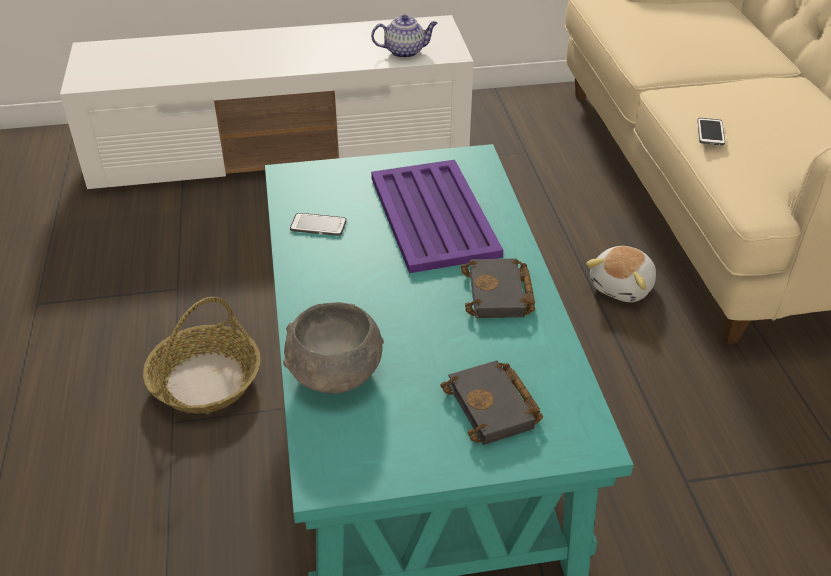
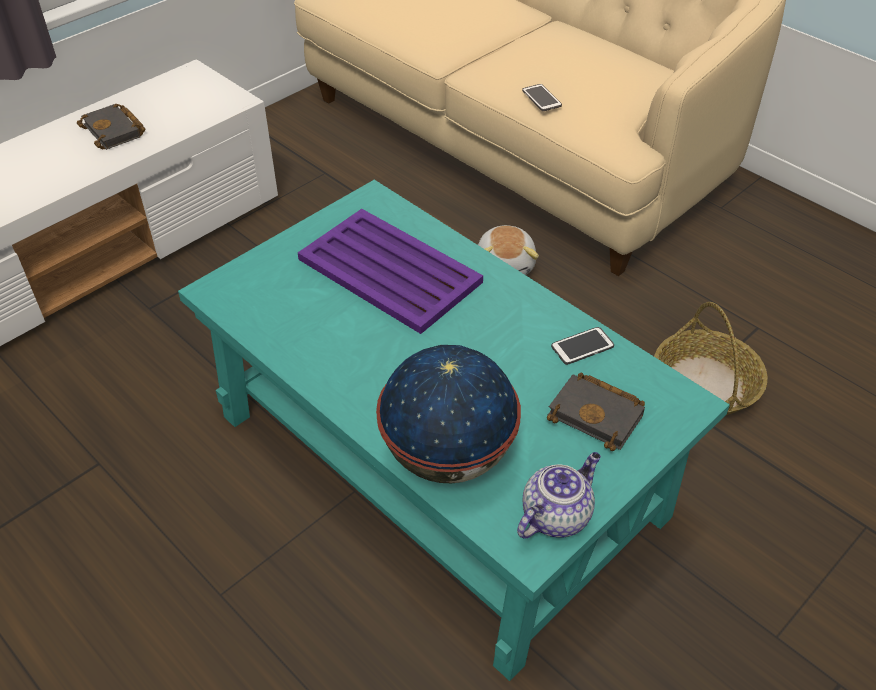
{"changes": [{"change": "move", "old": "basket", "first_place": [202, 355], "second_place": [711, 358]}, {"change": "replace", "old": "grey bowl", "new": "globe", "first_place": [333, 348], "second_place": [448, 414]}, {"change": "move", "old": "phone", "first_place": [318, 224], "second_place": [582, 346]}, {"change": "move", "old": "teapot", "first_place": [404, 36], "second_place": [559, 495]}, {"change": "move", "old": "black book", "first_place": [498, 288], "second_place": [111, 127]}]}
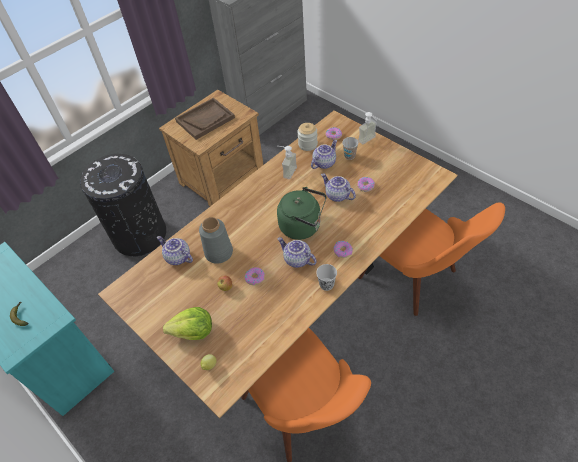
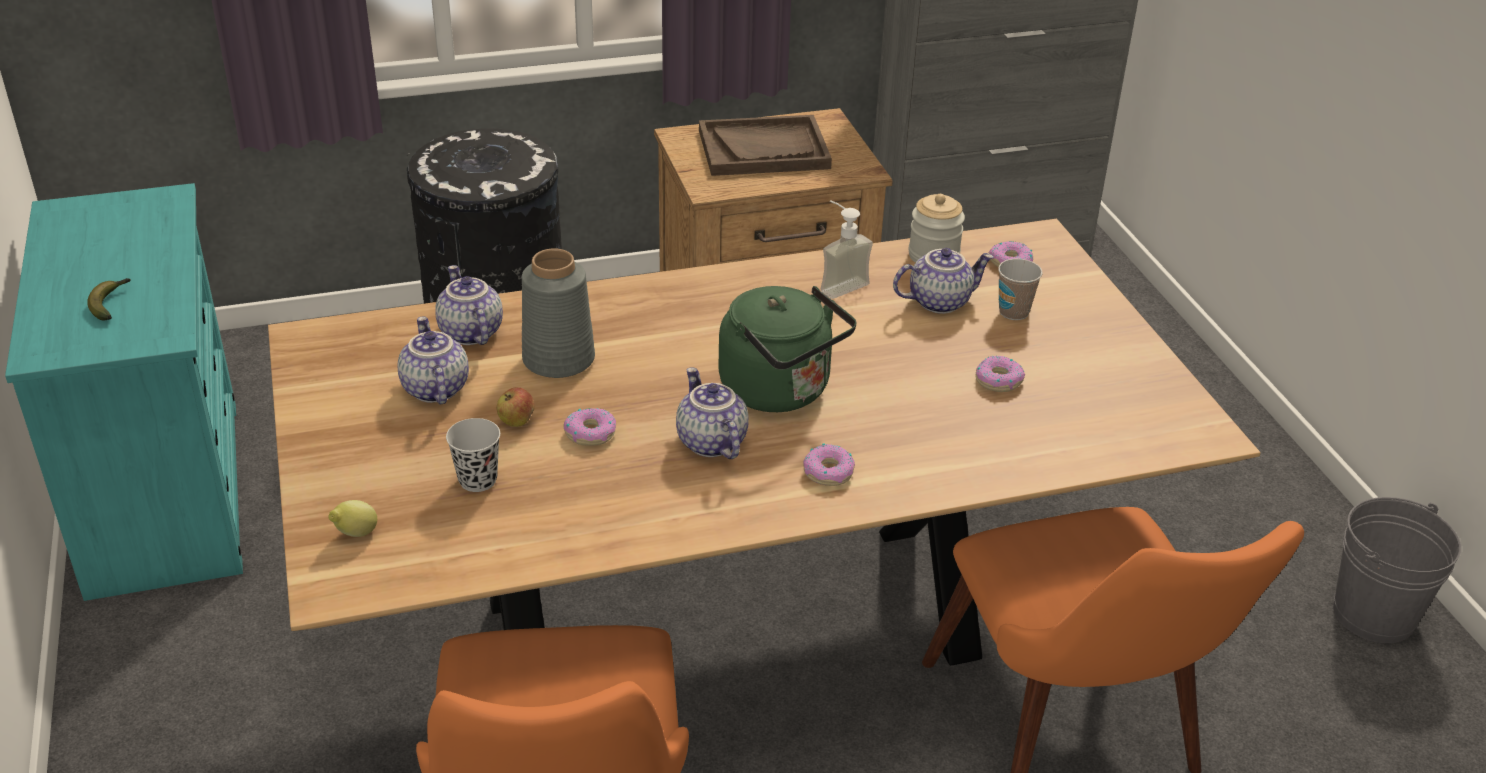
{"changes": [{"change": "delete", "old": "lettuce", "first_place": [187, 323]}, {"change": "move", "old": "black cup", "first_place": [326, 277], "second_place": [473, 455]}, {"change": "move", "old": "teapot", "first_place": [338, 188], "second_place": [433, 360]}, {"change": "delete", "old": "soap dispenser", "first_place": [367, 128]}, {"change": "insert", "new": "grey bucket", "second_place": [1397, 570]}]}
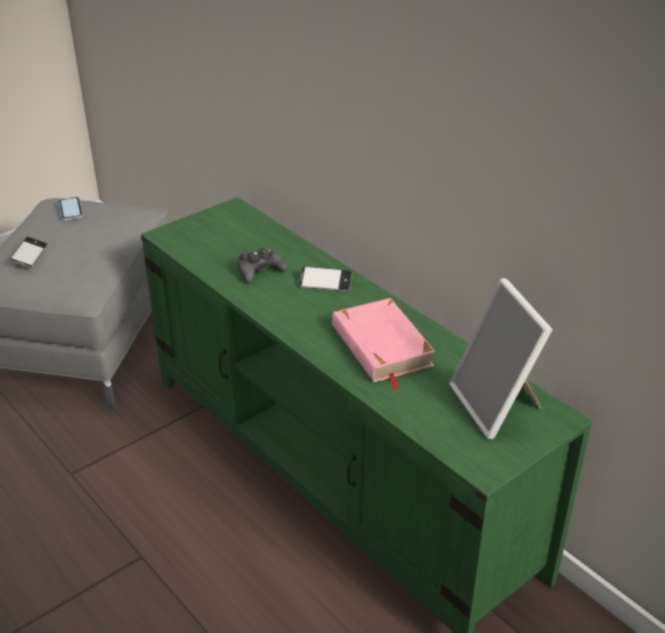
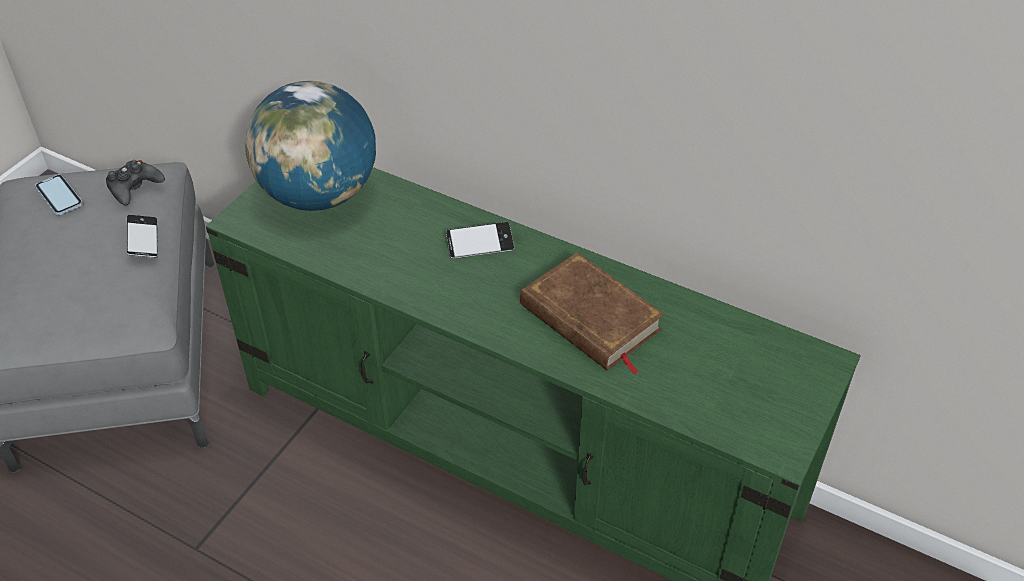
{"changes": [{"change": "move", "old": "phone", "first_place": [28, 252], "second_place": [142, 236]}, {"change": "move", "old": "black game controller", "first_place": [262, 265], "second_place": [135, 182]}, {"change": "recolor", "old": "pink book", "new": "brown book", "first_place": [383, 344], "second_place": [592, 313]}, {"change": "delete", "old": "picture frame", "first_place": [501, 358]}, {"change": "insert", "new": "globe", "second_place": [310, 146]}]}
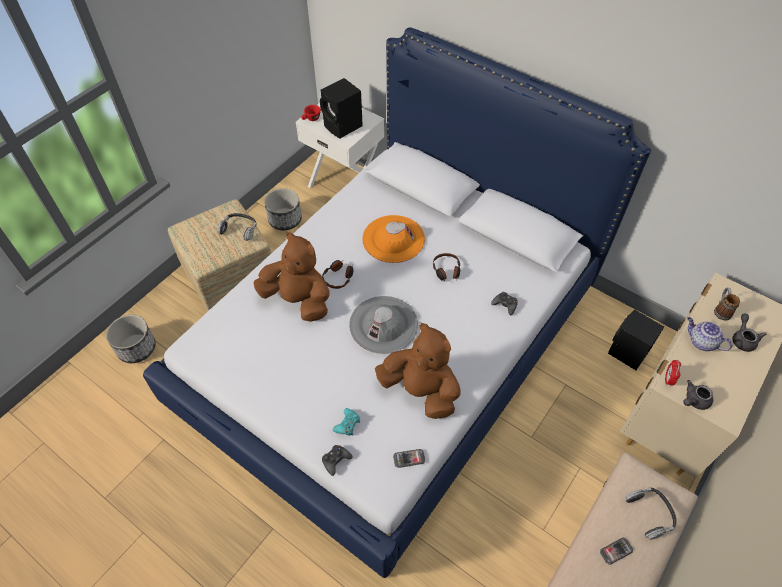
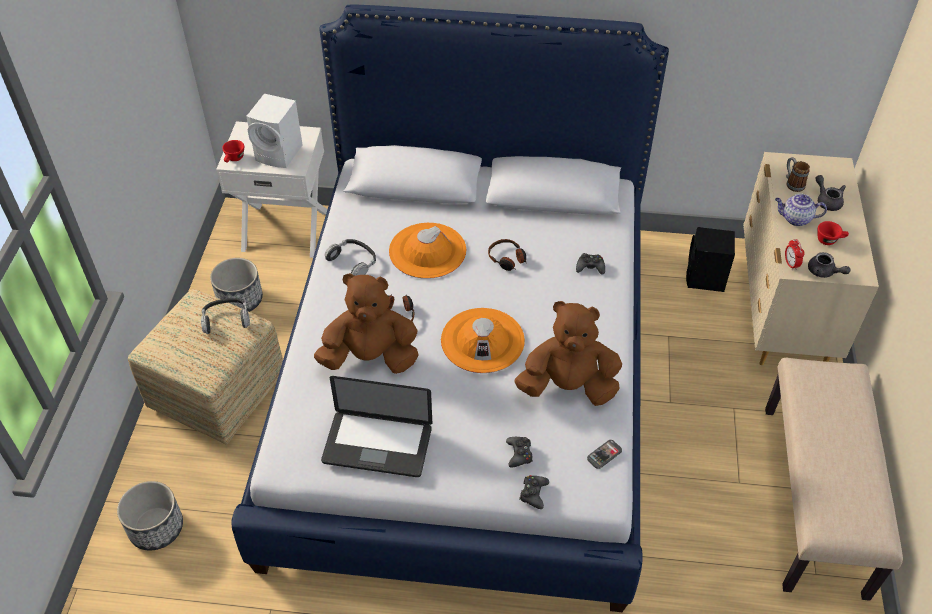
{"changes": [{"change": "recolor", "old": "black speaker", "new": "white speaker", "first_place": [341, 108], "second_place": [274, 130]}, {"change": "recolor", "old": "turquoise game controller", "new": "black game controller", "first_place": [347, 422], "second_place": [519, 452]}, {"change": "recolor", "old": "grey hat", "new": "orange hat", "first_place": [383, 325], "second_place": [483, 340]}, {"change": "delete", "old": "phone", "first_place": [616, 551]}, {"change": "move", "old": "headphones", "first_place": [651, 513], "second_place": [350, 257]}, {"change": "rotate", "old": "grey teapot", "first_place": [698, 395], "second_place": [829, 265], "degrees": -75}, {"change": "insert", "new": "laptop", "second_place": [376, 426]}, {"change": "insert", "new": "red cup", "second_place": [833, 233]}]}
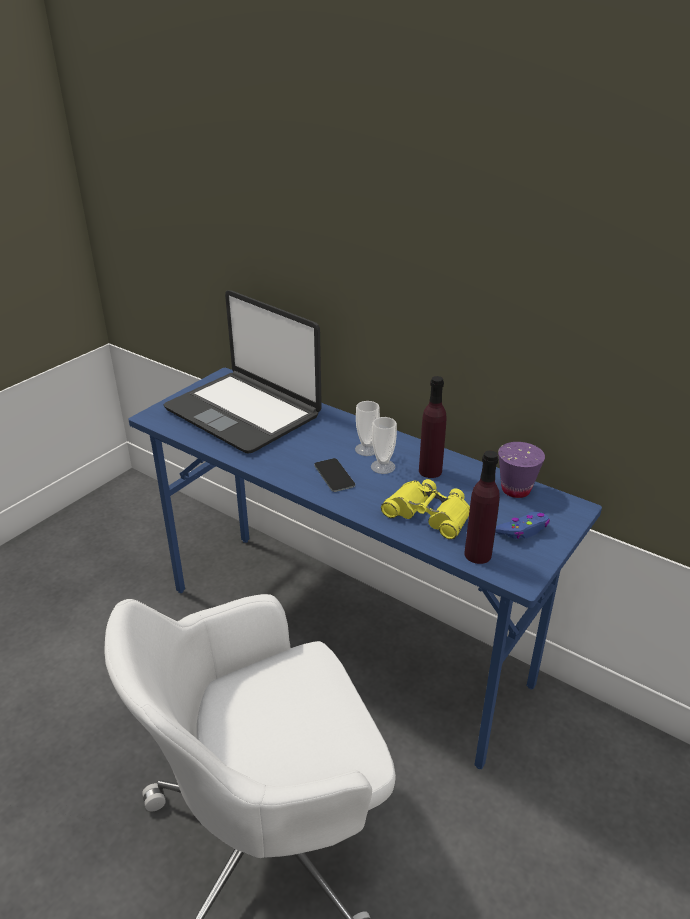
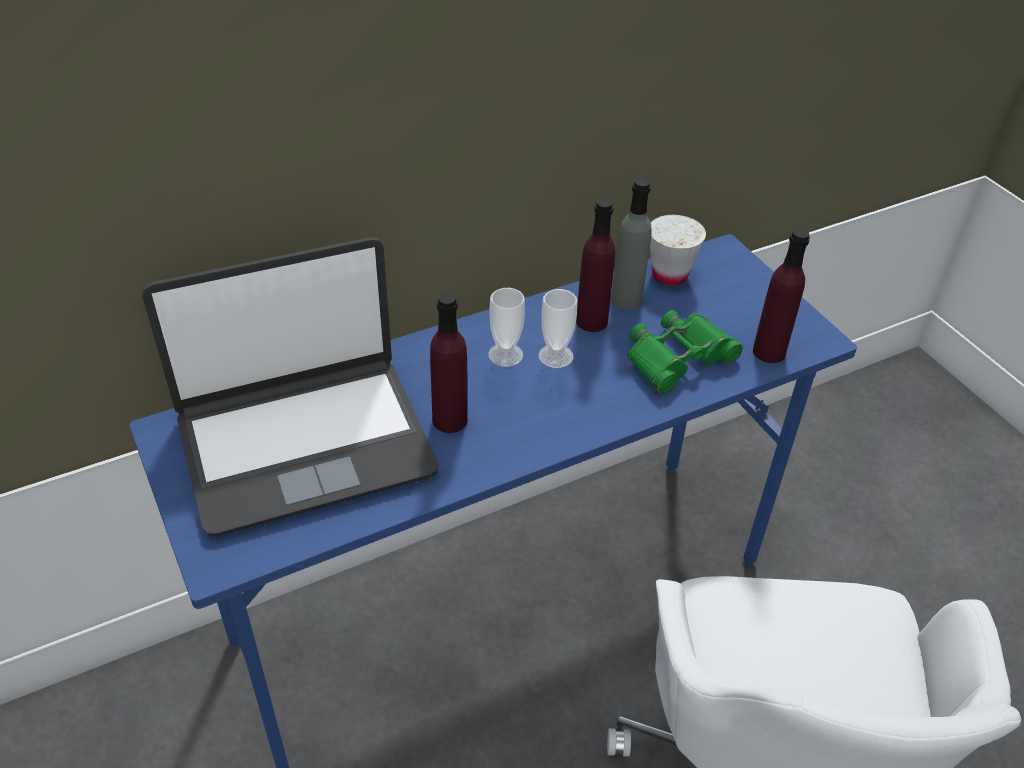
{"changes": [{"change": "delete", "old": "phone", "first_place": [334, 475]}, {"change": "recolor", "old": "yellow binoculars", "new": "green binoculars", "first_place": [425, 509], "second_place": [685, 352]}, {"change": "delete", "old": "blue game controller", "first_place": [522, 525]}, {"change": "recolor", "old": "purple cup", "new": "white cup", "first_place": [521, 470], "second_place": [678, 250]}, {"change": "insert", "new": "purple bottle", "second_place": [449, 362]}, {"change": "insert", "new": "grey bottle", "second_place": [631, 244]}]}
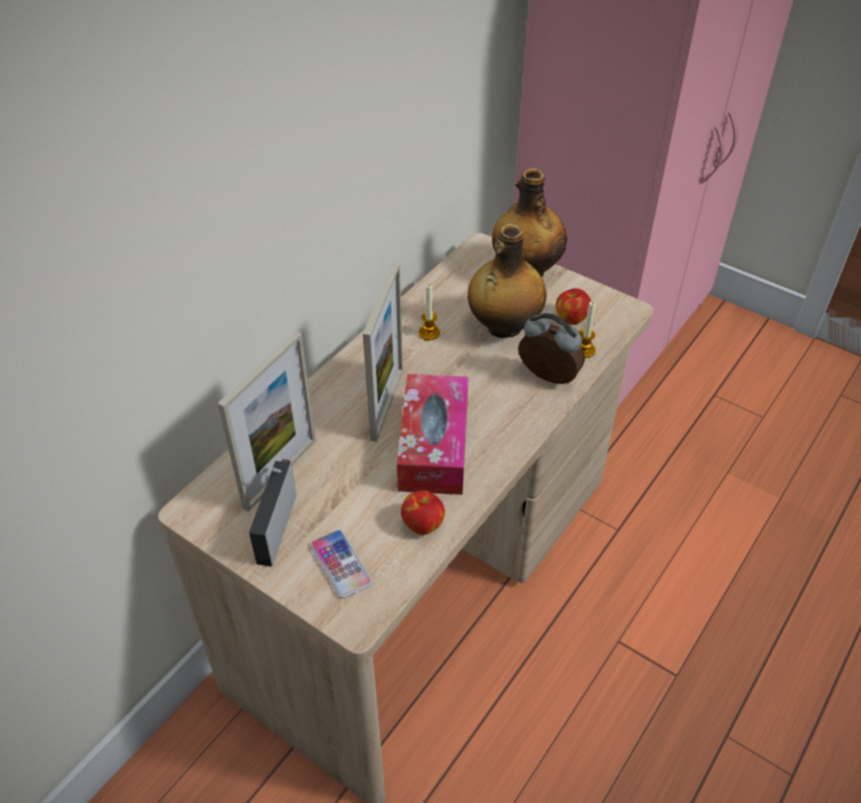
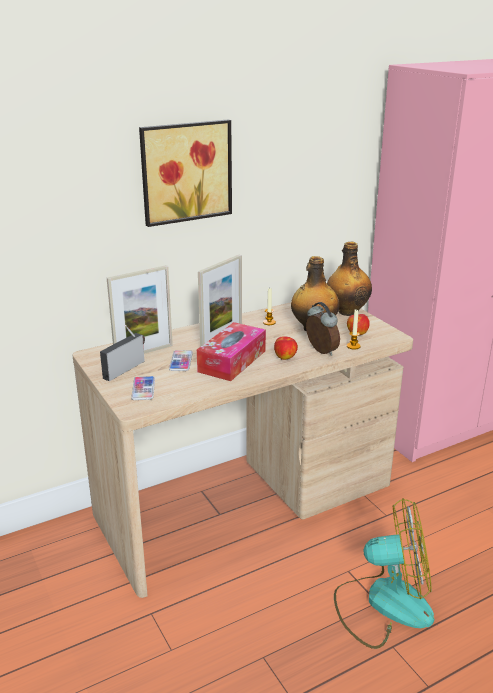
{"changes": [{"change": "move", "old": "apple", "first_place": [423, 512], "second_place": [286, 348]}, {"change": "insert", "new": "picture", "second_place": [185, 173]}, {"change": "insert", "new": "phone", "second_place": [181, 360]}, {"change": "insert", "new": "fan", "second_place": [384, 573]}]}
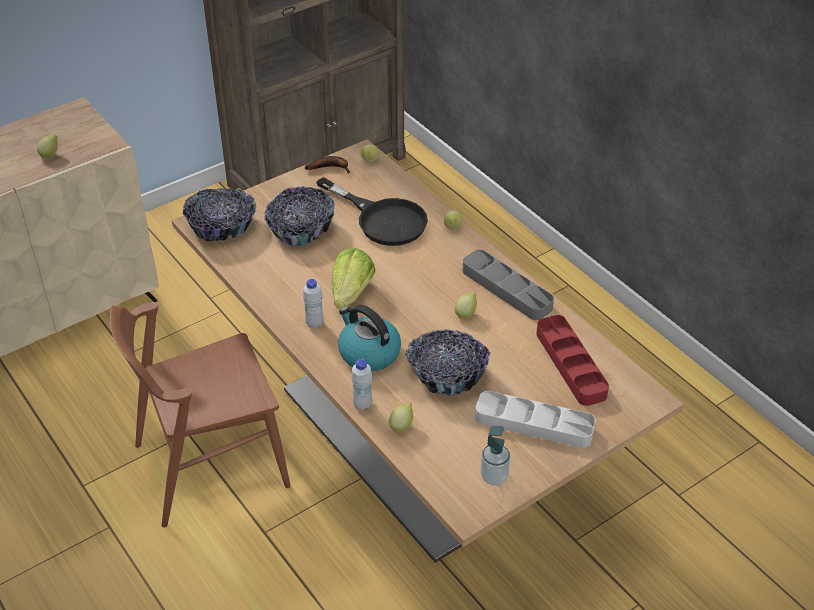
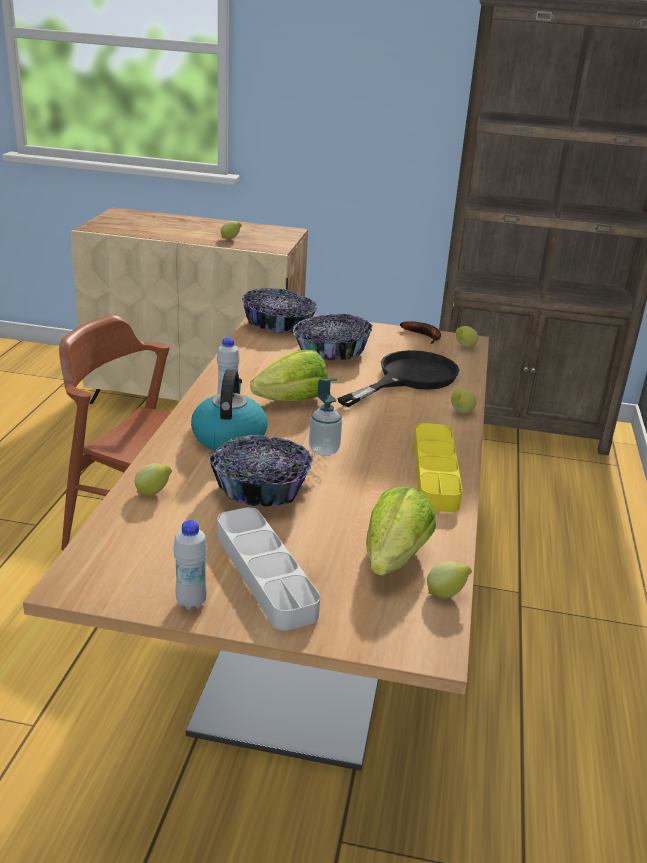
{"changes": [{"change": "rotate", "old": "black frying pan", "first_place": [372, 211], "second_place": [398, 378], "degrees": -135}, {"change": "move", "old": "white bottle", "first_place": [361, 384], "second_place": [190, 565]}, {"change": "move", "old": "lemon", "first_place": [465, 306], "second_place": [449, 579]}, {"change": "recolor", "old": "grey tray", "new": "yellow tray", "first_place": [508, 285], "second_place": [438, 467]}, {"change": "move", "old": "soap dispenser", "first_place": [495, 456], "second_place": [325, 417]}, {"change": "replace", "old": "red tray", "new": "lettuce", "first_place": [572, 360], "second_place": [401, 531]}]}
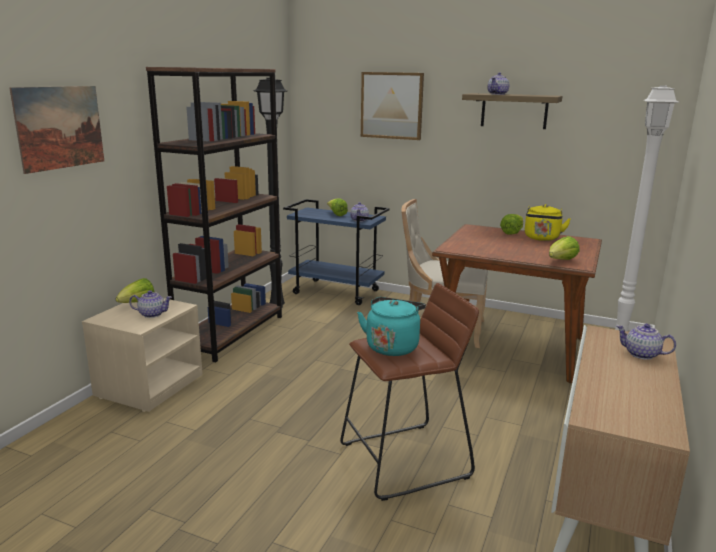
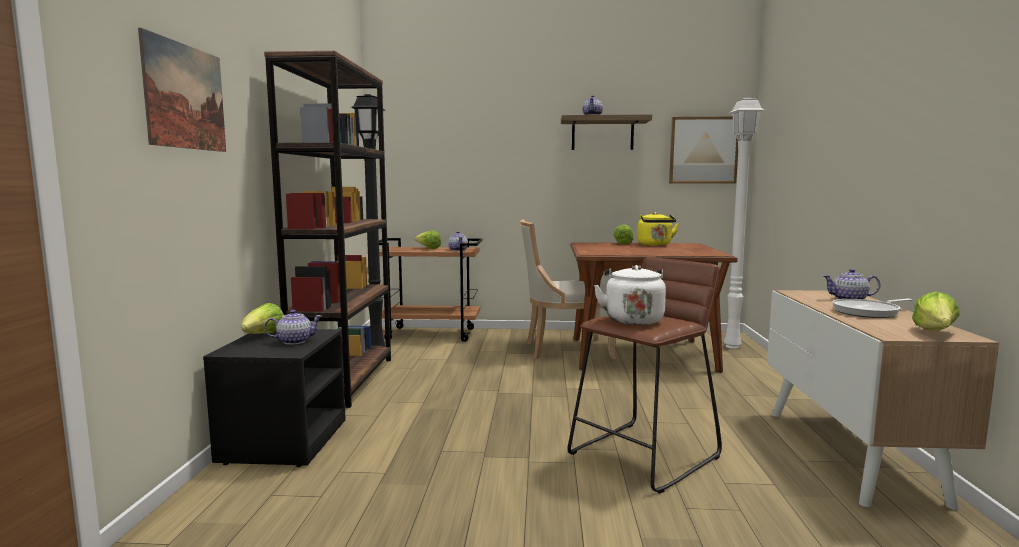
{"changes": [{"change": "recolor", "old": "beige nightstand", "new": "black nightstand", "first_place": [142, 355], "second_place": [274, 398]}, {"change": "recolor", "old": "blue cart", "new": "brown cart", "first_place": [336, 252], "second_place": [431, 290]}, {"change": "recolor", "old": "turquoise kettle", "new": "white kettle", "first_place": [391, 326], "second_place": [630, 295]}, {"change": "move", "old": "picture", "first_place": [392, 106], "second_place": [703, 150]}, {"change": "move", "old": "lettuce", "first_place": [564, 248], "second_place": [936, 311]}, {"change": "insert", "new": "frying pan", "second_place": [872, 308]}]}
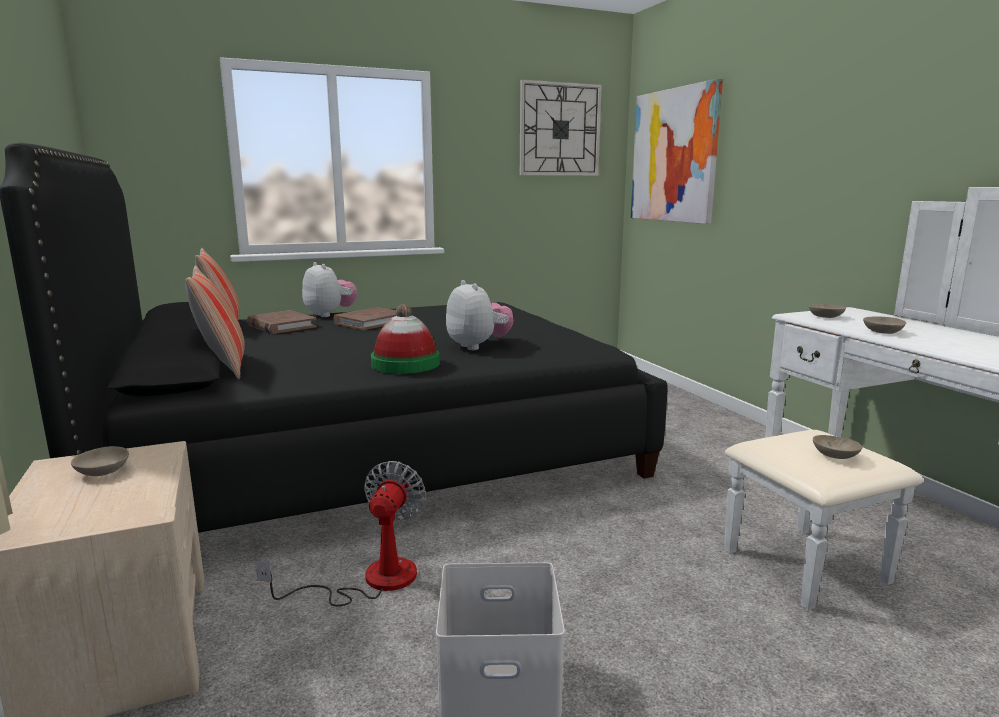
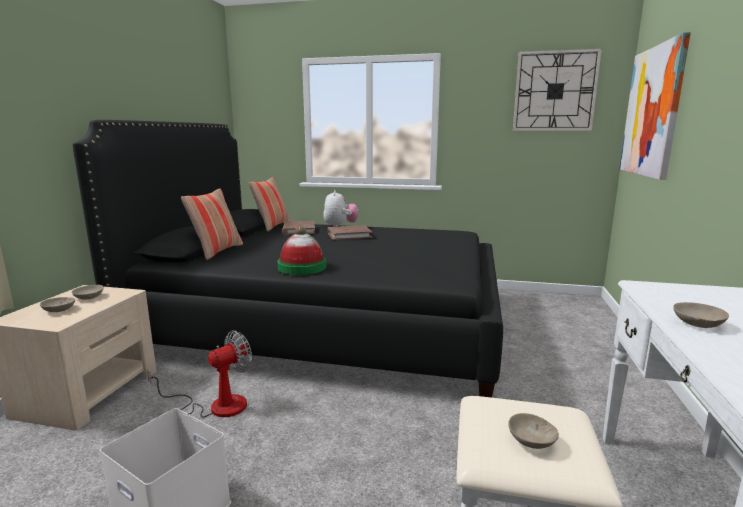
{"changes": [{"change": "delete", "old": "plush toy", "first_place": [480, 315]}, {"change": "move", "old": "beige bowl", "first_place": [827, 311], "second_place": [57, 304]}]}
